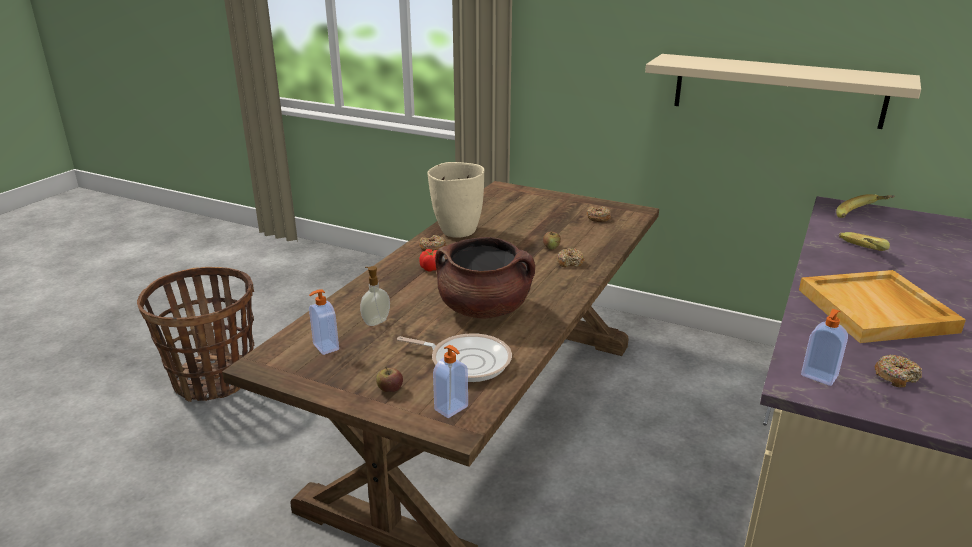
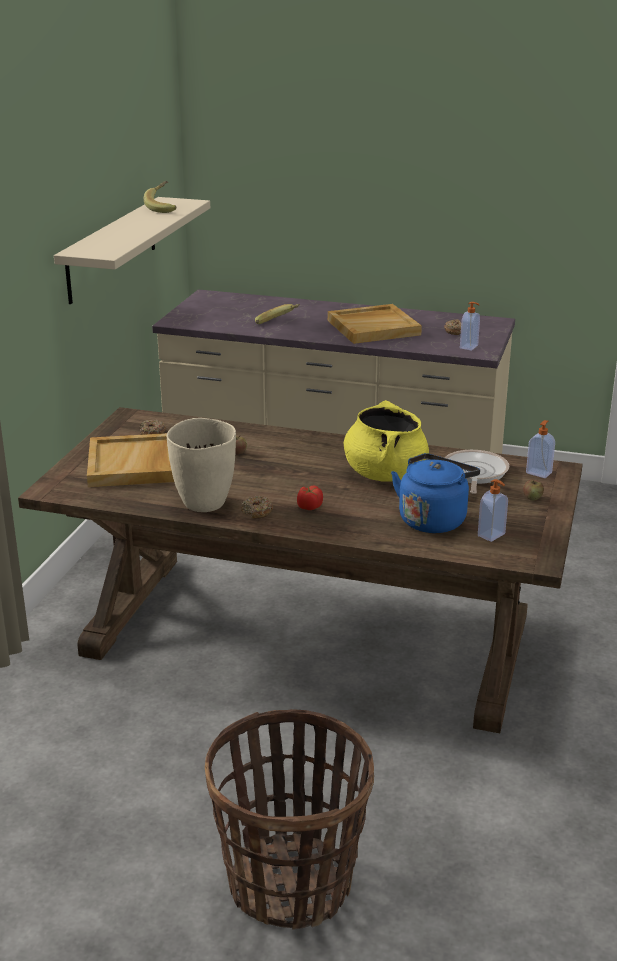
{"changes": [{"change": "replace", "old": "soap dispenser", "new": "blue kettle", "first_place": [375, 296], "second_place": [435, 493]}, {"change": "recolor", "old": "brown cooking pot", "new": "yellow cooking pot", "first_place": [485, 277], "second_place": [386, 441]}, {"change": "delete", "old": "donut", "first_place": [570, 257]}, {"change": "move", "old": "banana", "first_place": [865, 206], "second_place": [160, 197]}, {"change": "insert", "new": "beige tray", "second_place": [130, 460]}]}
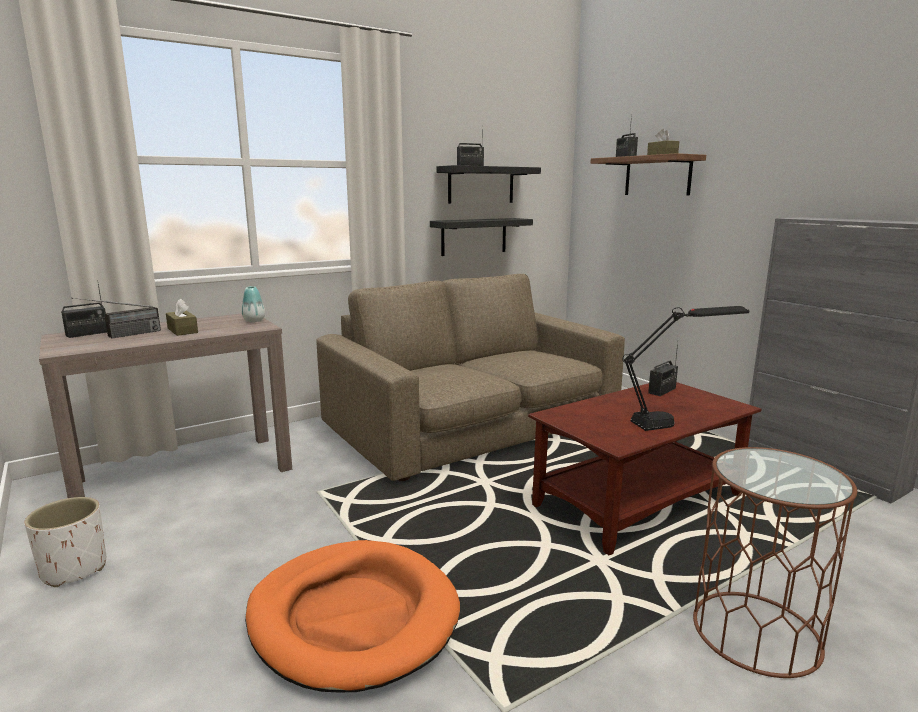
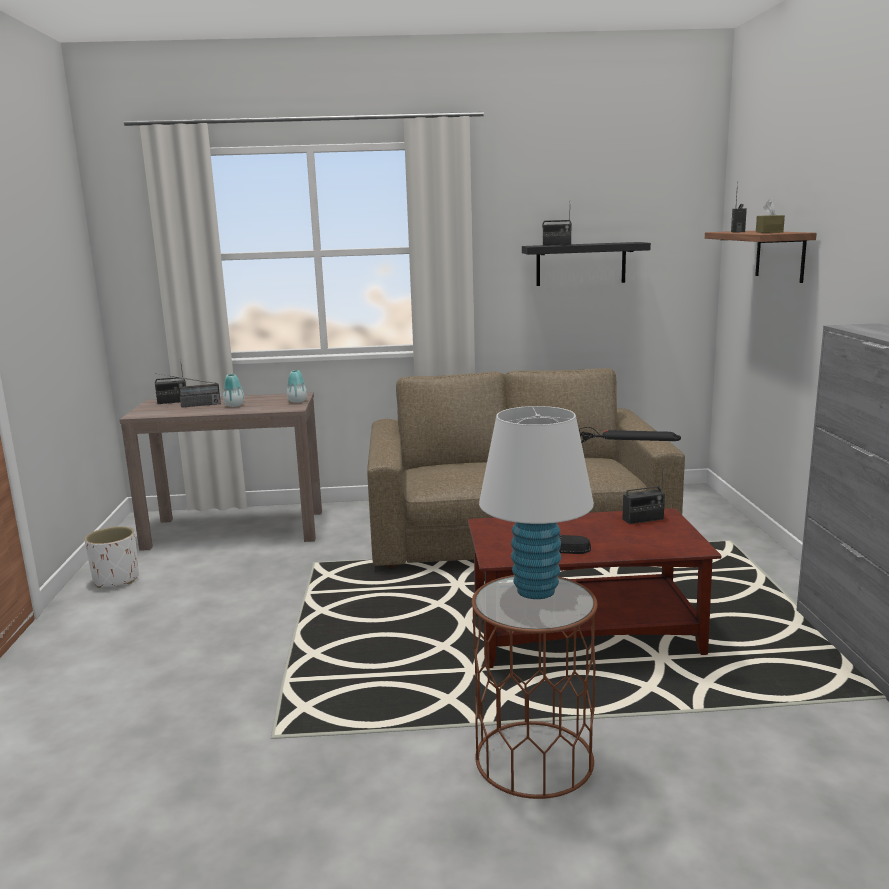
{"changes": [{"change": "replace", "old": "brown tissue box", "new": "vase", "first_place": [182, 317], "second_place": [233, 390]}, {"change": "delete", "old": "orange dog bed", "first_place": [352, 616]}, {"change": "delete", "old": "black shelf", "first_place": [481, 237]}, {"change": "insert", "new": "white table lamp", "second_place": [536, 502]}]}
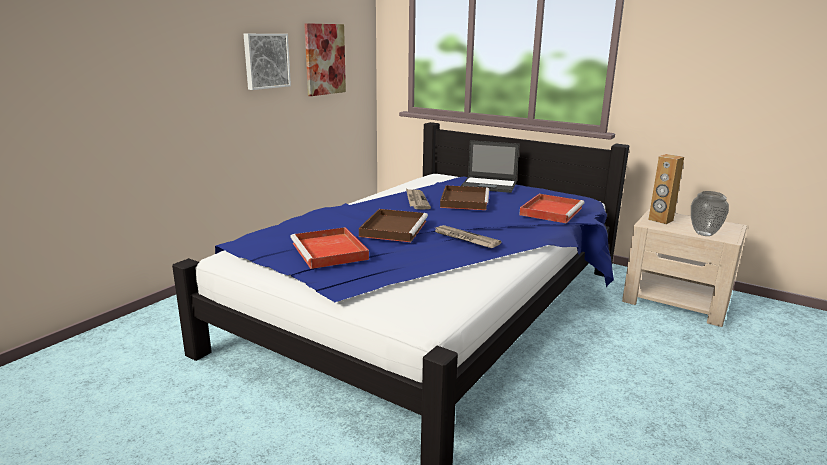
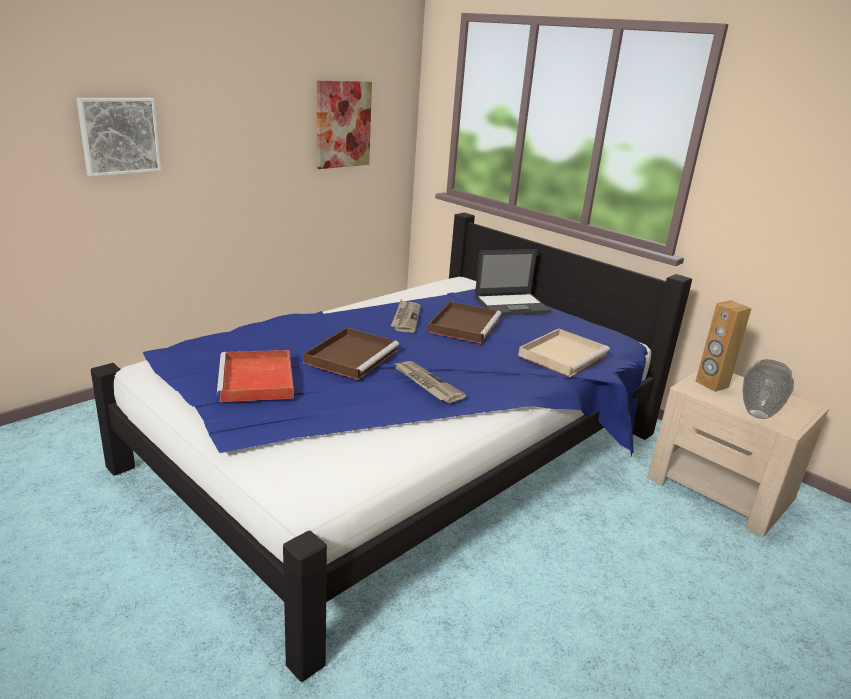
{"changes": [{"change": "move", "old": "picture", "first_place": [267, 62], "second_place": [118, 137]}, {"change": "rotate", "old": "laptop", "first_place": [490, 166], "second_place": [512, 282], "degrees": -45}, {"change": "recolor", "old": "red tray", "new": "beige tray", "first_place": [551, 208], "second_place": [564, 353]}]}
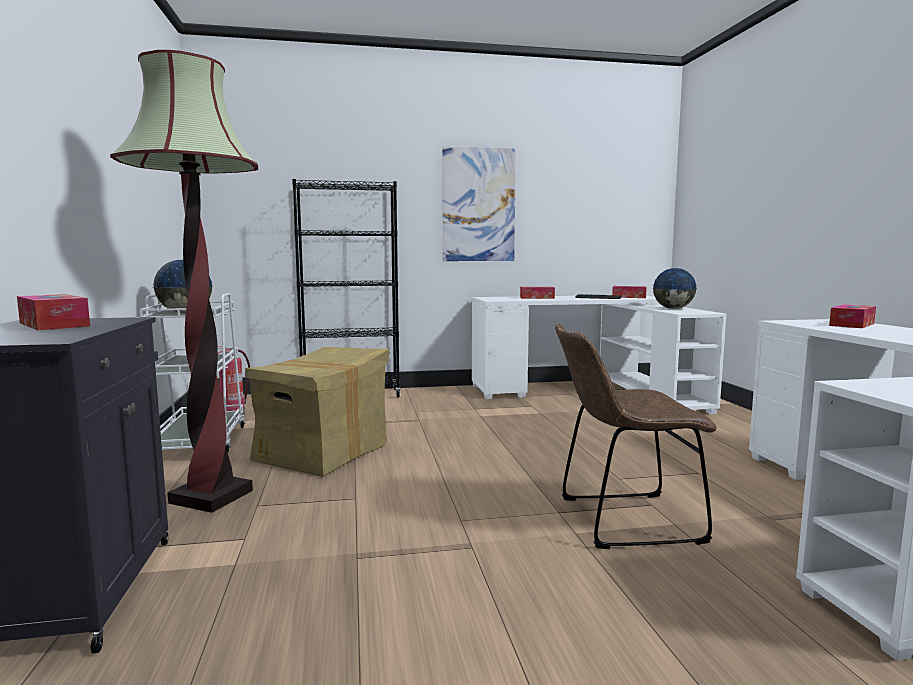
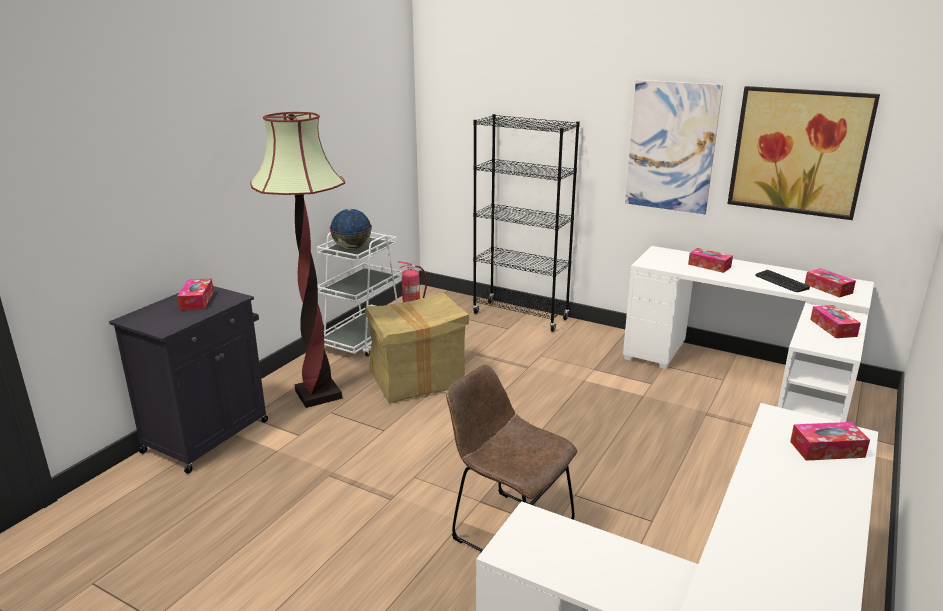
{"changes": [{"change": "replace", "old": "globe", "new": "tissue box", "first_place": [675, 288], "second_place": [835, 321]}, {"change": "insert", "new": "picture", "second_place": [803, 153]}]}
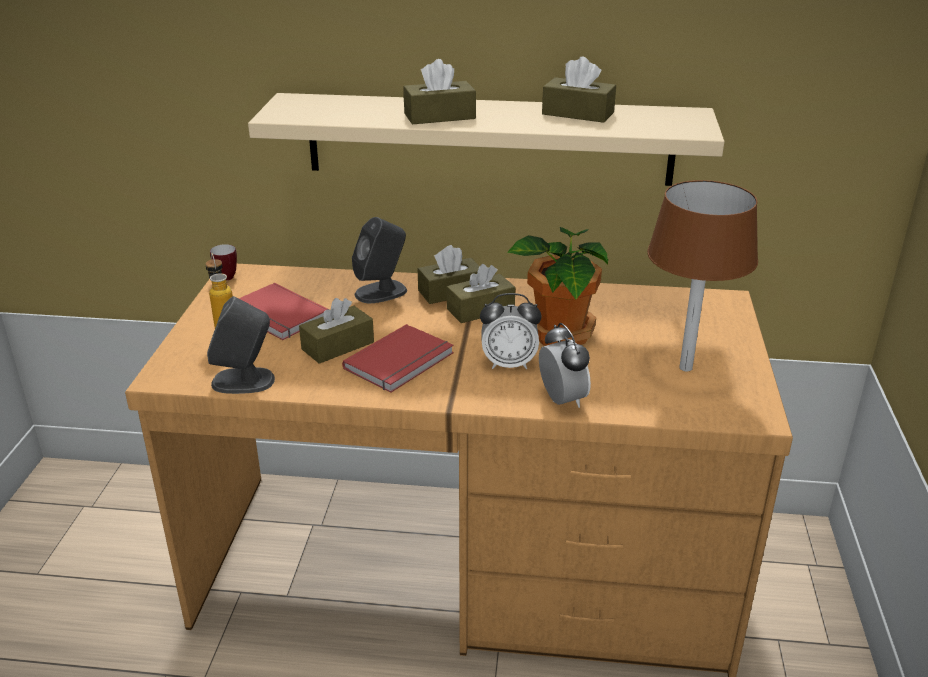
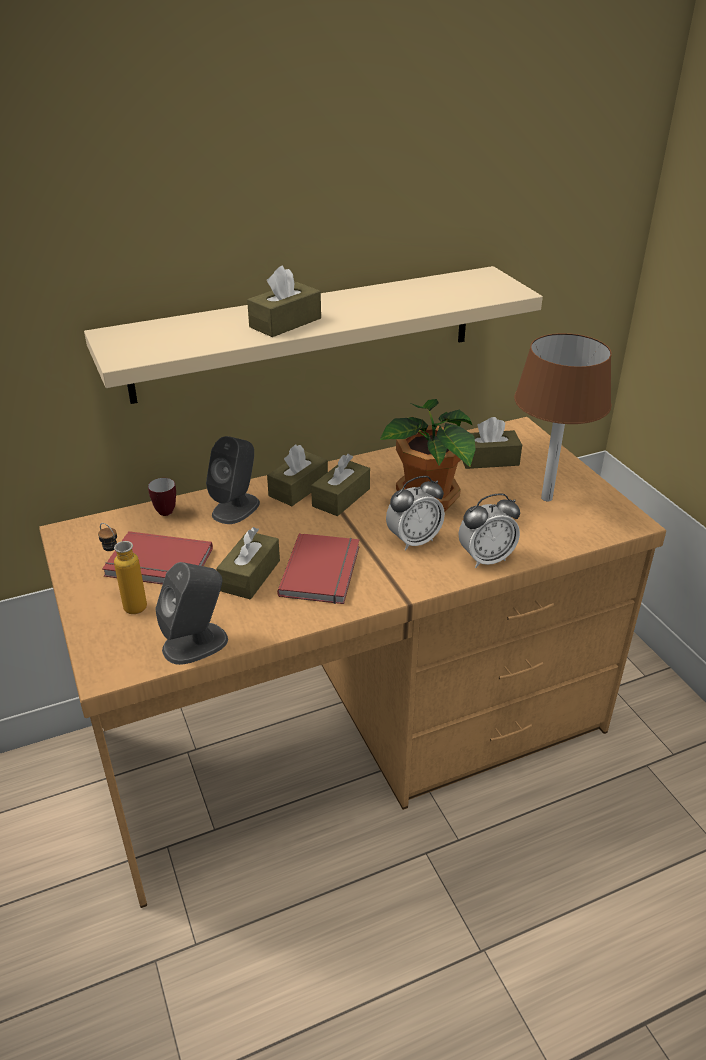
{"changes": [{"change": "move", "old": "mug", "first_place": [223, 262], "second_place": [162, 497]}, {"change": "rotate", "old": "alarm clock", "first_place": [565, 365], "second_place": [489, 530], "degrees": 120}, {"change": "move", "old": "brown tissue box", "first_place": [579, 89], "second_place": [492, 443]}]}
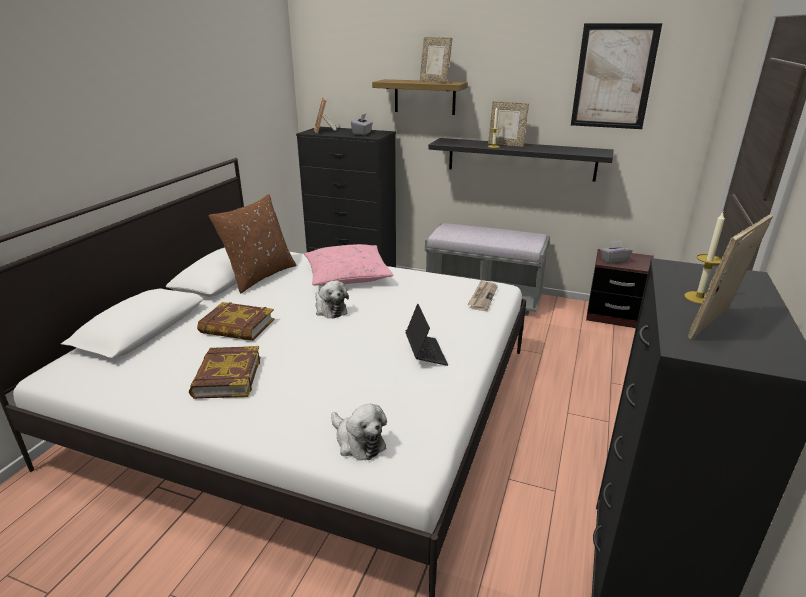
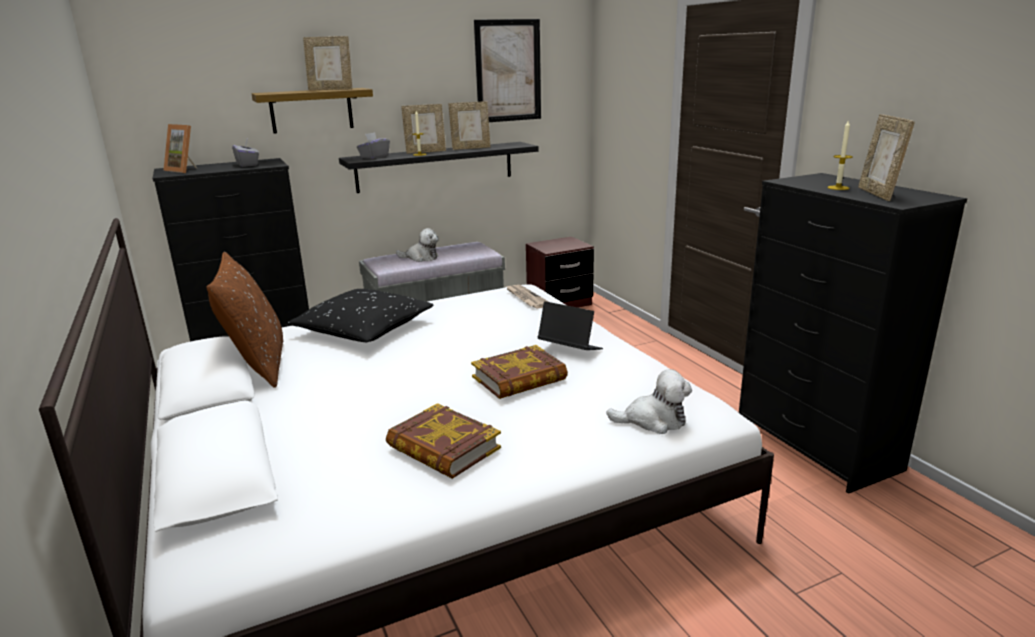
{"changes": [{"change": "move", "old": "book", "first_place": [235, 321], "second_place": [519, 372]}, {"change": "recolor", "old": "pink pillow", "new": "black pillow", "first_place": [348, 265], "second_place": [361, 315]}, {"change": "move", "old": "plush toy", "first_place": [332, 300], "second_place": [417, 245]}, {"change": "move", "old": "grey tissue box", "first_place": [616, 252], "second_place": [373, 145]}, {"change": "insert", "new": "picture frame", "second_place": [469, 125]}]}
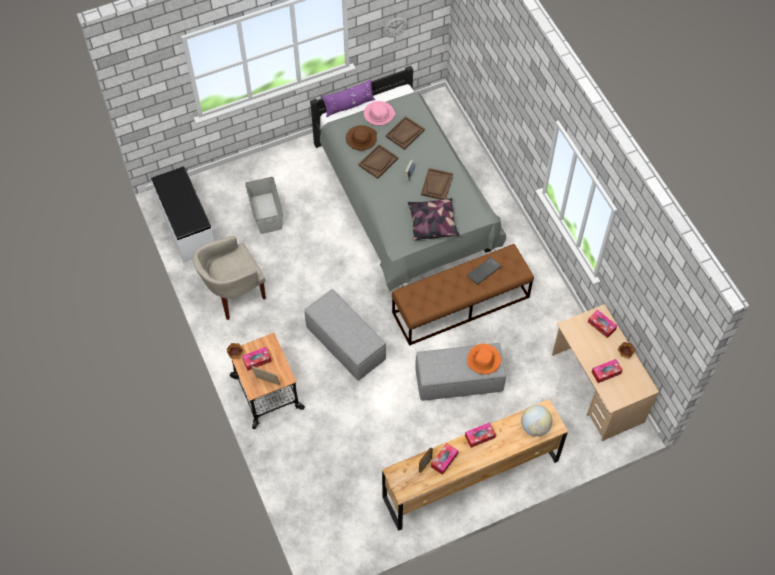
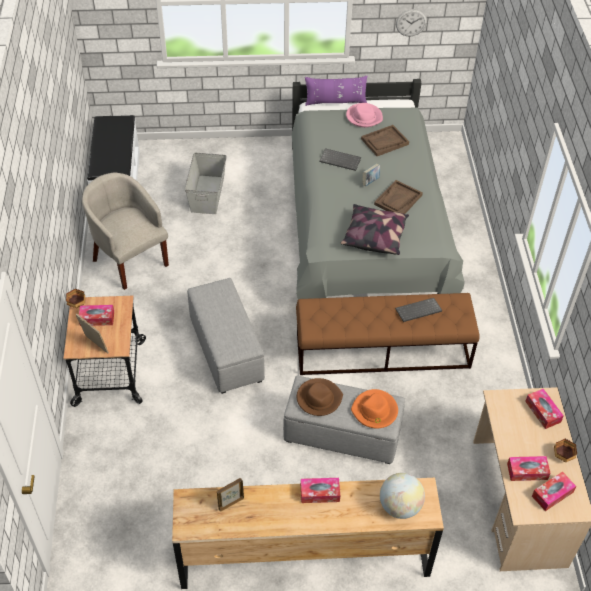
{"changes": [{"change": "rotate", "old": "beige armchair", "first_place": [229, 278], "second_place": [125, 231], "degrees": 60}, {"change": "move", "old": "brown hat", "first_place": [361, 137], "second_place": [320, 397]}, {"change": "replace", "old": "brown tray", "new": "keyboard", "first_place": [378, 161], "second_place": [340, 159]}, {"change": "move", "old": "tissue box", "first_place": [444, 459], "second_place": [554, 491]}]}
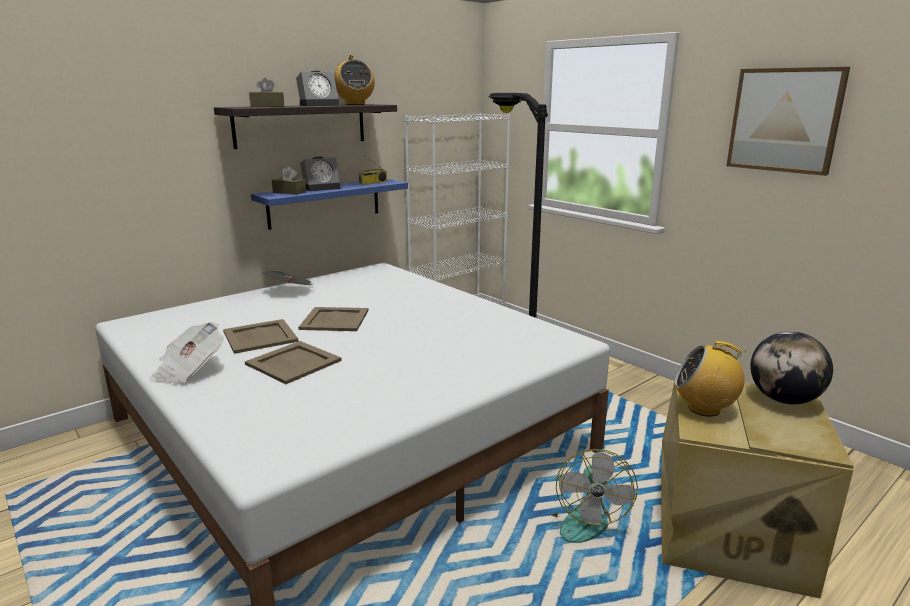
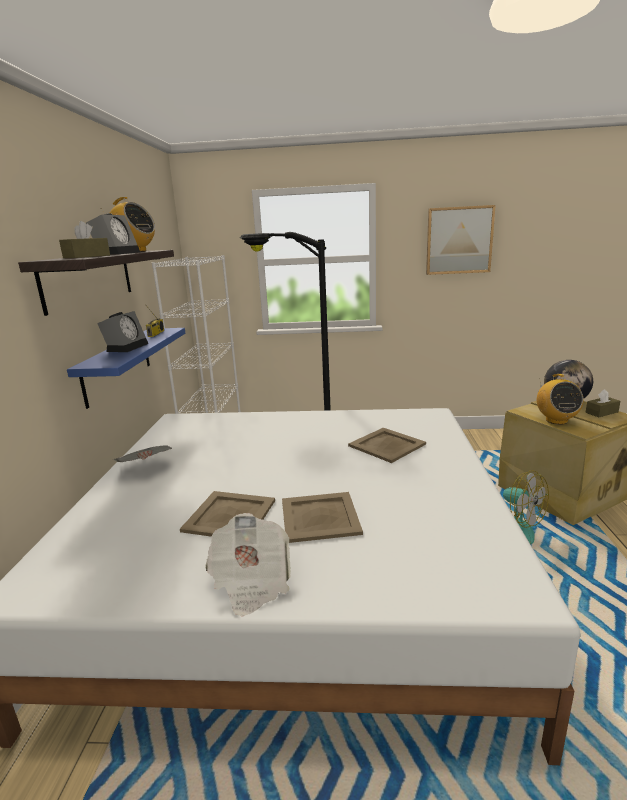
{"changes": [{"change": "move", "old": "brown tissue box", "first_place": [289, 181], "second_place": [602, 403]}, {"change": "move", "old": "beige tray", "first_place": [333, 319], "second_place": [387, 445]}, {"change": "rotate", "old": "radio", "first_place": [710, 379], "second_place": [560, 399], "degrees": -60}]}
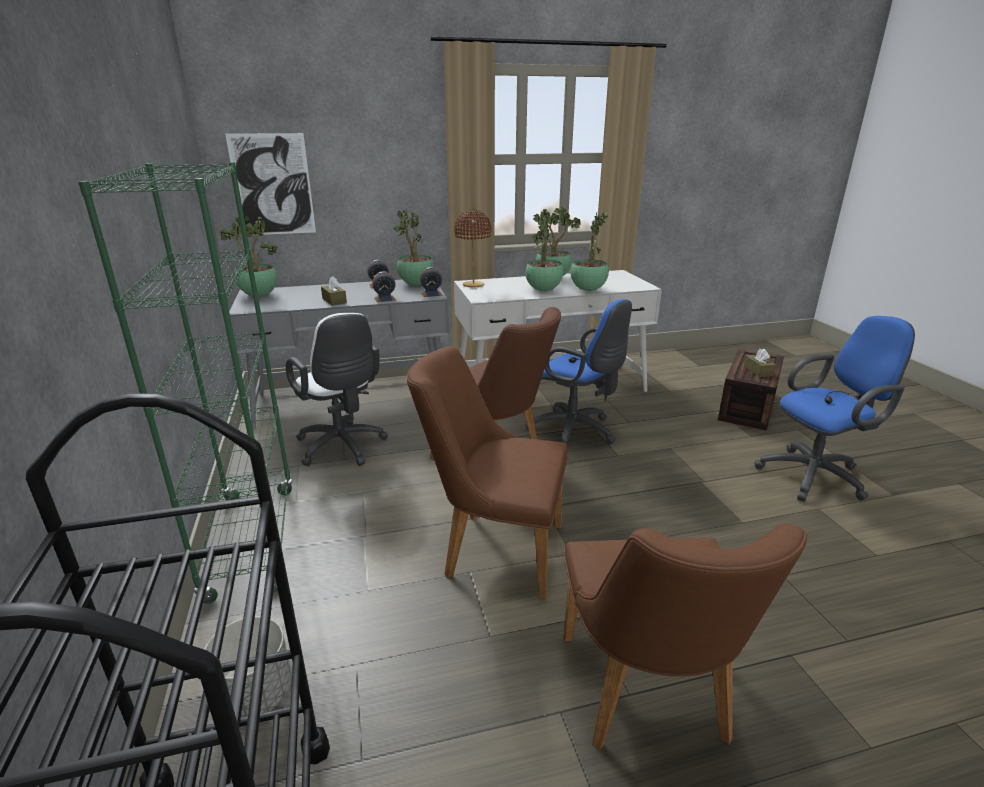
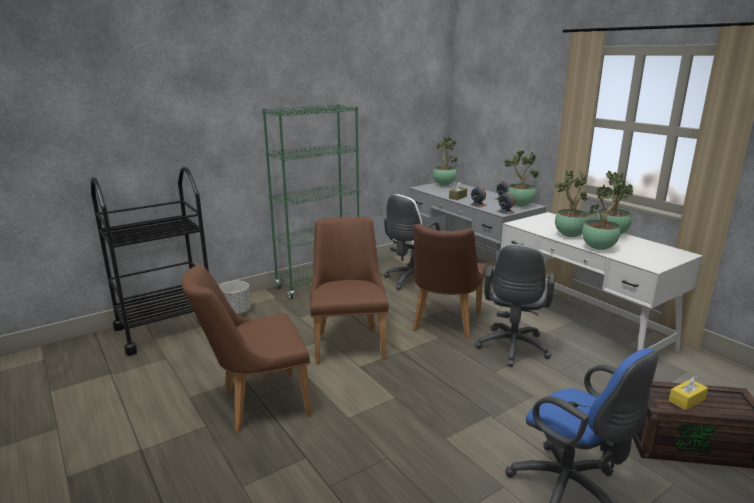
{"changes": [{"change": "delete", "old": "picture", "first_place": [270, 184]}, {"change": "delete", "old": "brown table lamp", "first_place": [473, 248]}, {"change": "recolor", "old": "blue office chair", "new": "grey office chair", "first_place": [579, 372], "second_place": [515, 305]}, {"change": "recolor", "old": "brown tissue box", "new": "yellow tissue box", "first_place": [760, 363], "second_place": [688, 393]}]}
